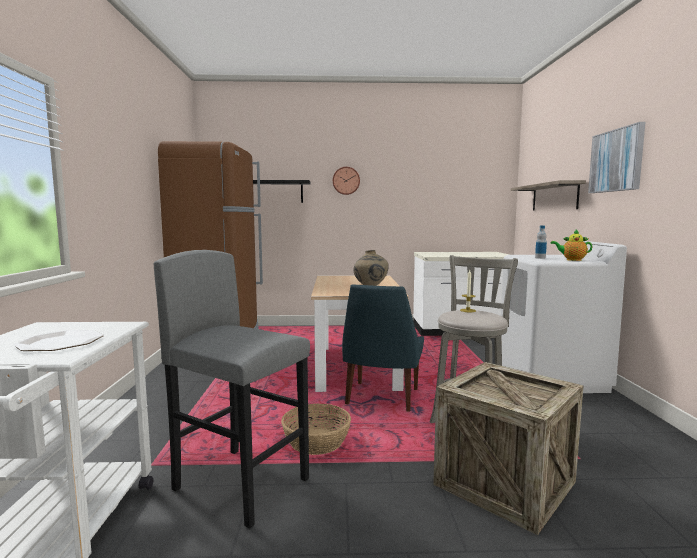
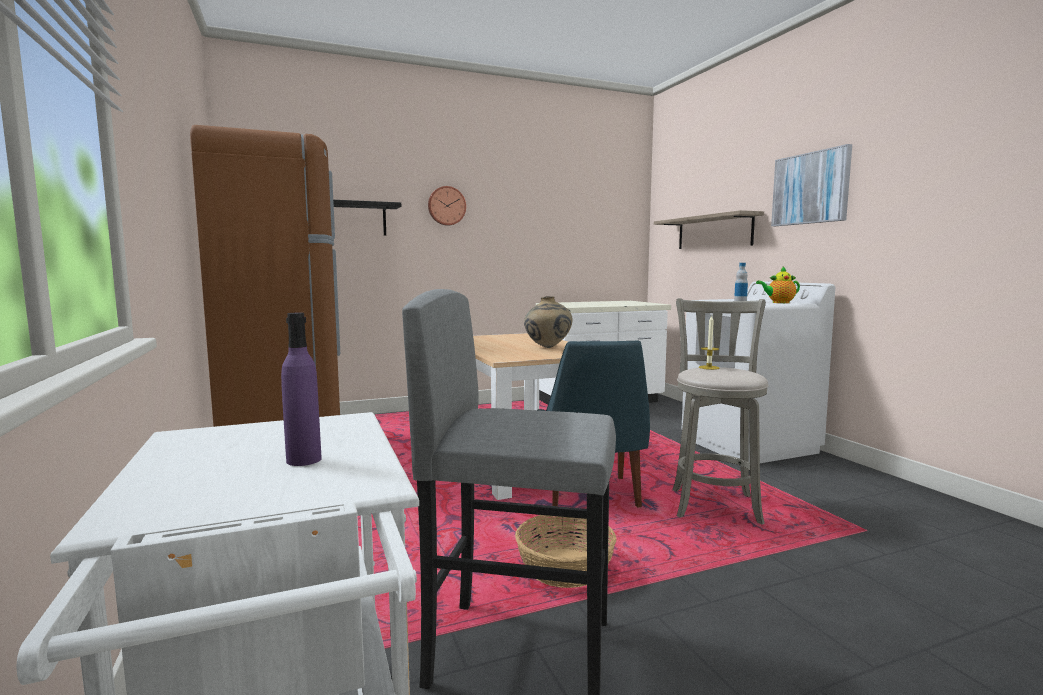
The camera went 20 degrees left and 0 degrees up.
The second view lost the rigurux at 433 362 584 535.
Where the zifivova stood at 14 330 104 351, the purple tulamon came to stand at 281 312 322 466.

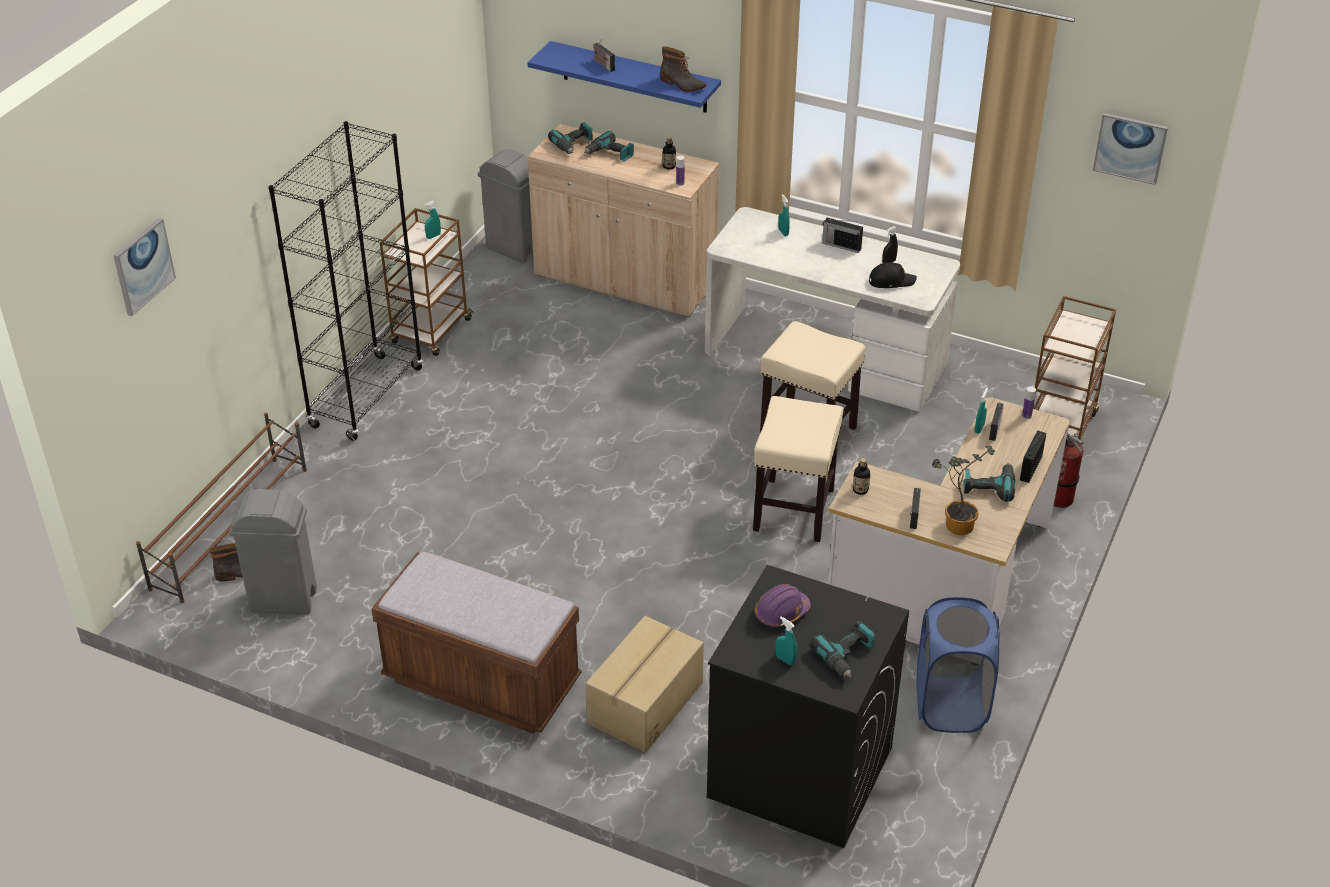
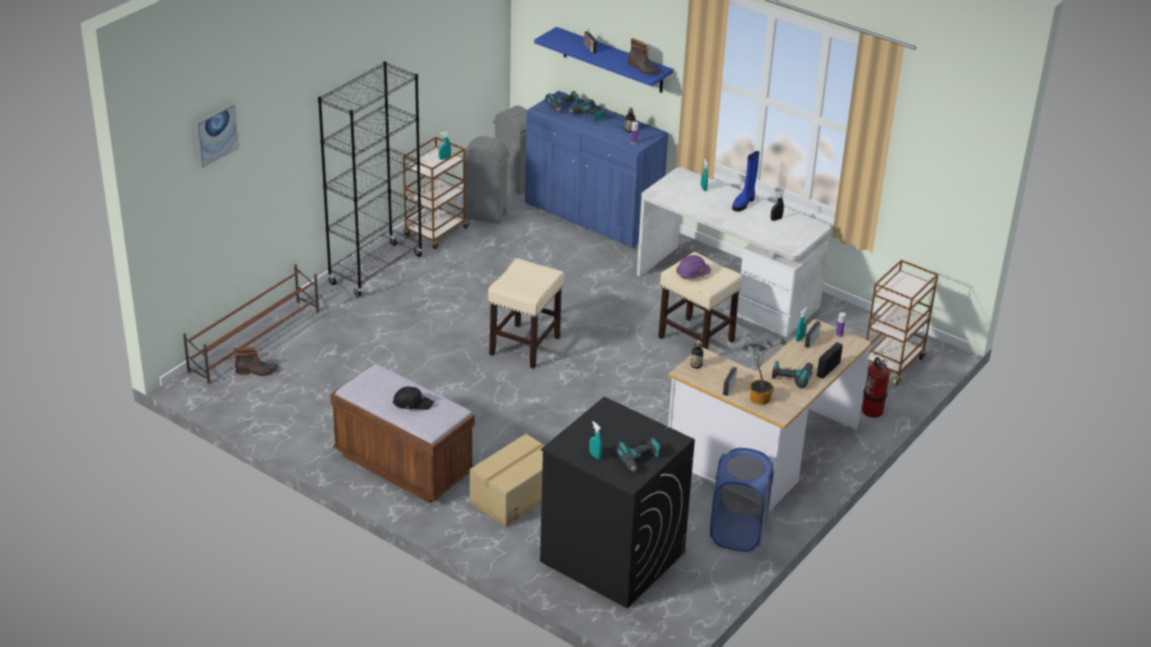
The camera went 10 degrees right and 5 degrees down.
The second view lost the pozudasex at 1093 113 1168 185.
The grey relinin ended up elsewhere, having gone from 229 489 317 614 to 462 136 510 224.
The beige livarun ended up elsewhere, having gone from 753 396 844 542 to 488 258 564 369.
The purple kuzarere ended up elsewhere, having gone from 755 584 811 627 to 676 255 711 278.
The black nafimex ended up elsewhere, having gone from 869 262 917 288 to 393 387 434 410.
Where the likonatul stood at 822 218 863 253, the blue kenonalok came to stand at 732 151 759 212.
What was the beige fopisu at 528 124 719 317 turned into the blue fopisu at 525 91 669 248.

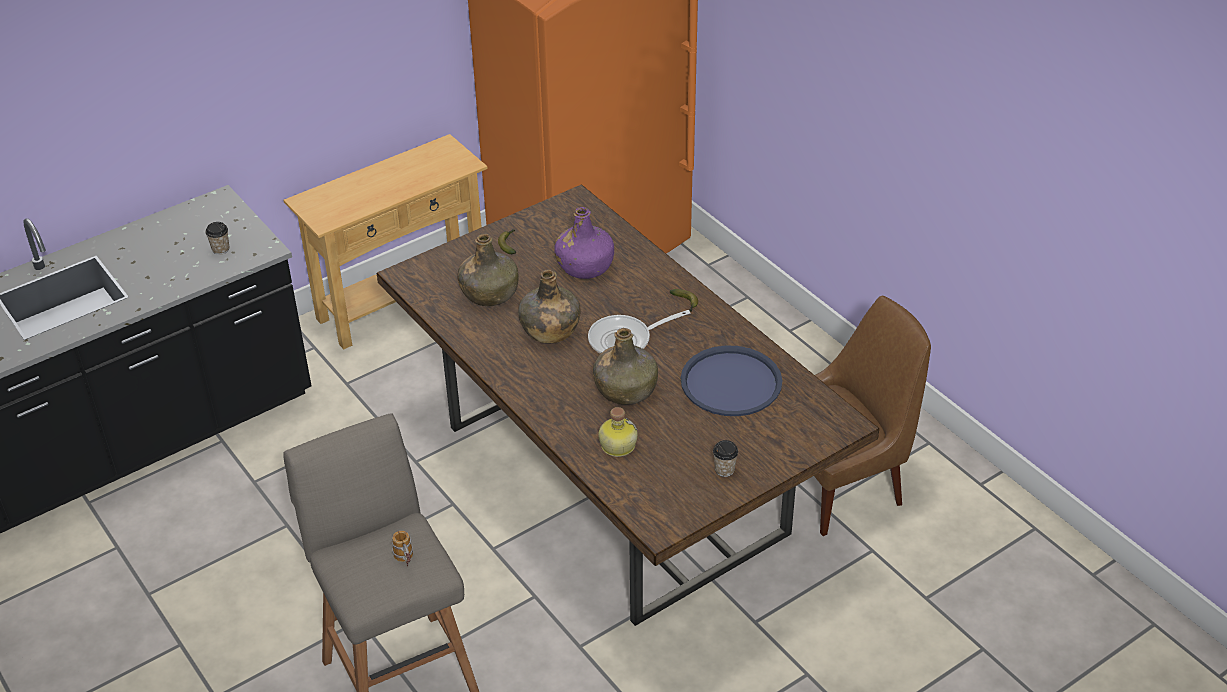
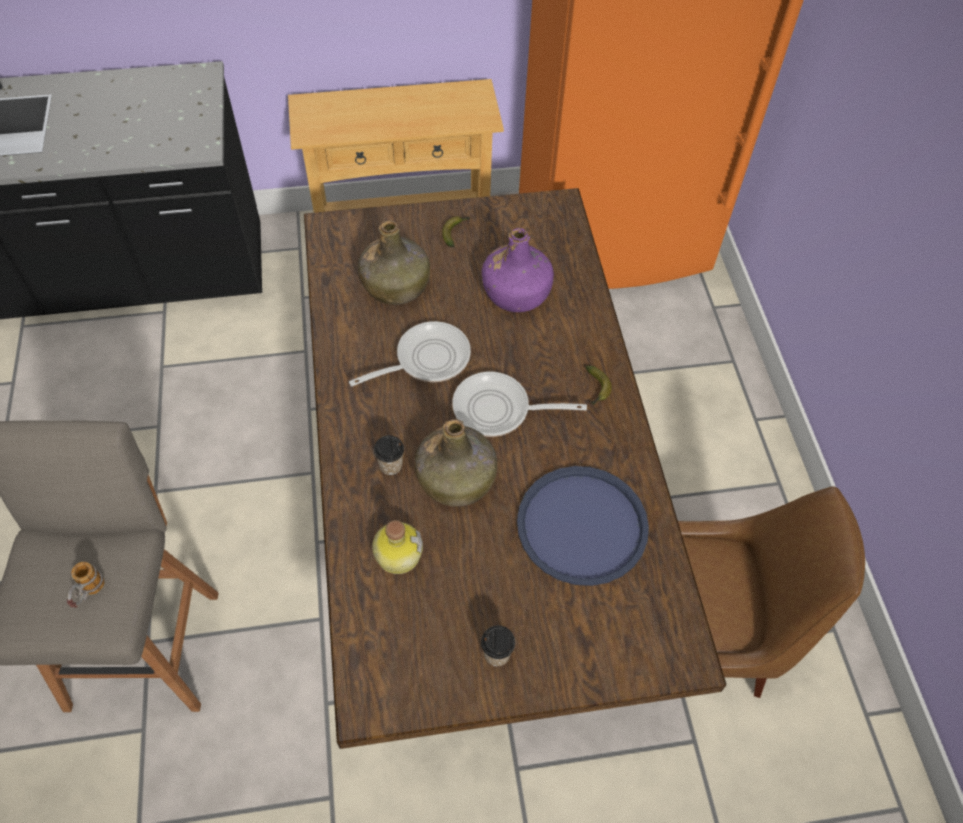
The camera went 25 degrees right and 15 degrees up.
The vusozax ended up elsewhere, having gone from 206 222 229 255 to 374 435 404 475.
Where the green tulamon stood at 518 269 581 344, the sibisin came to stand at 349 321 471 386.

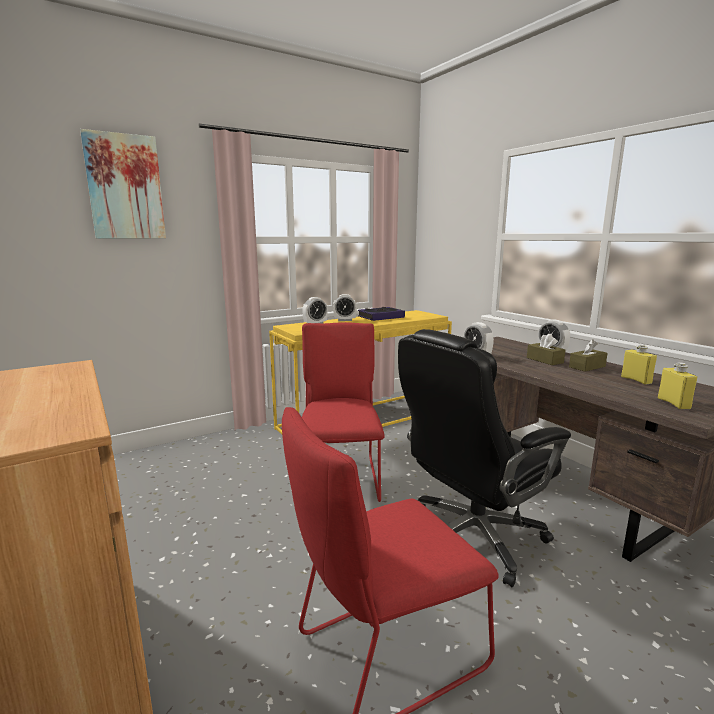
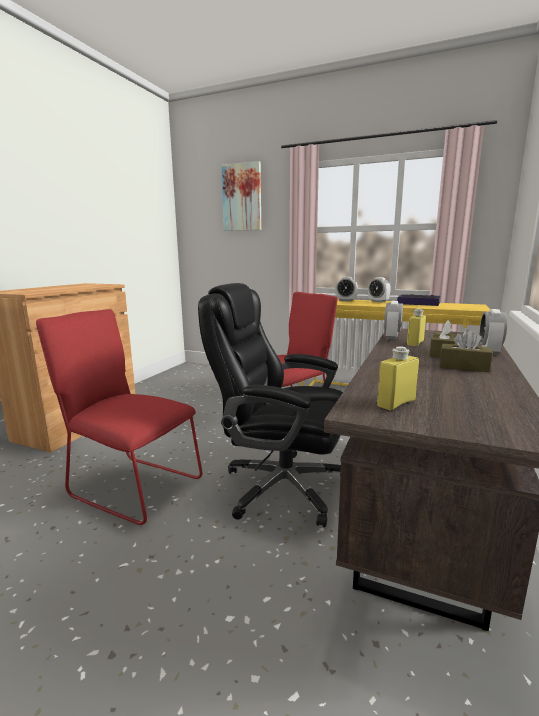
The camera went 55 degrees right and 0 degrees up.
The yellow tulamon ended up elsewhere, having gone from 621 345 657 385 to 407 308 426 346.

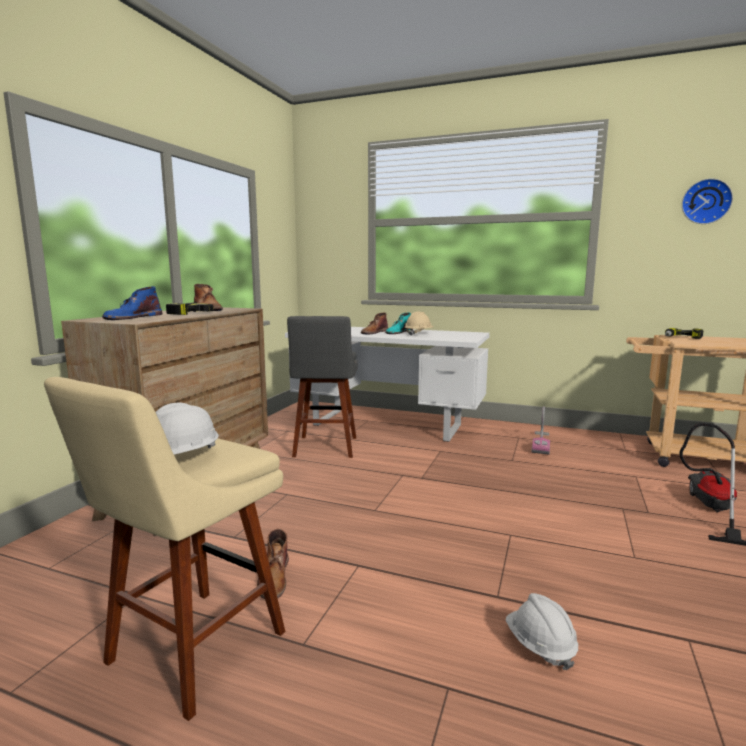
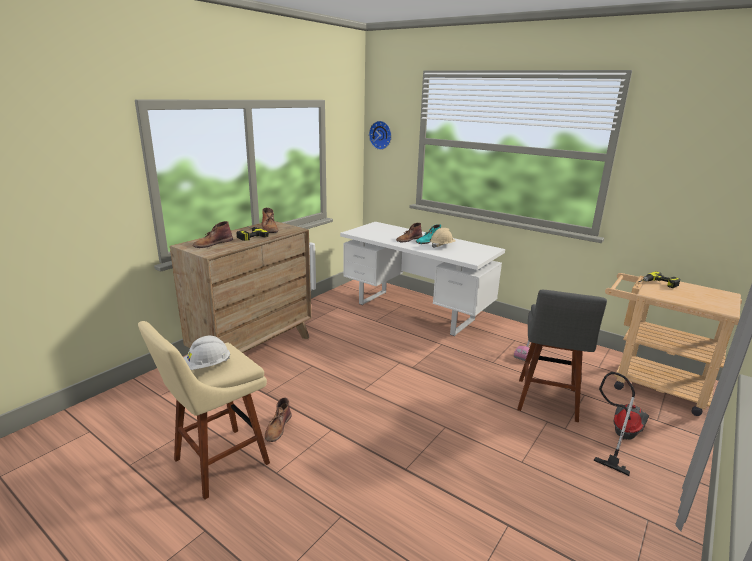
The camera went 15 degrees right and 10 degrees up.
The second view lost the white kuzarere at 506 593 578 670.
The grey livarun ended up elsewhere, having gone from 287 316 358 458 to 517 290 607 422.
The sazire ended up elsewhere, having gone from 682 178 733 224 to 369 121 392 150.
What was the blue kenonalok at 102 286 162 320 turned into the brown kenonalok at 193 221 233 248.

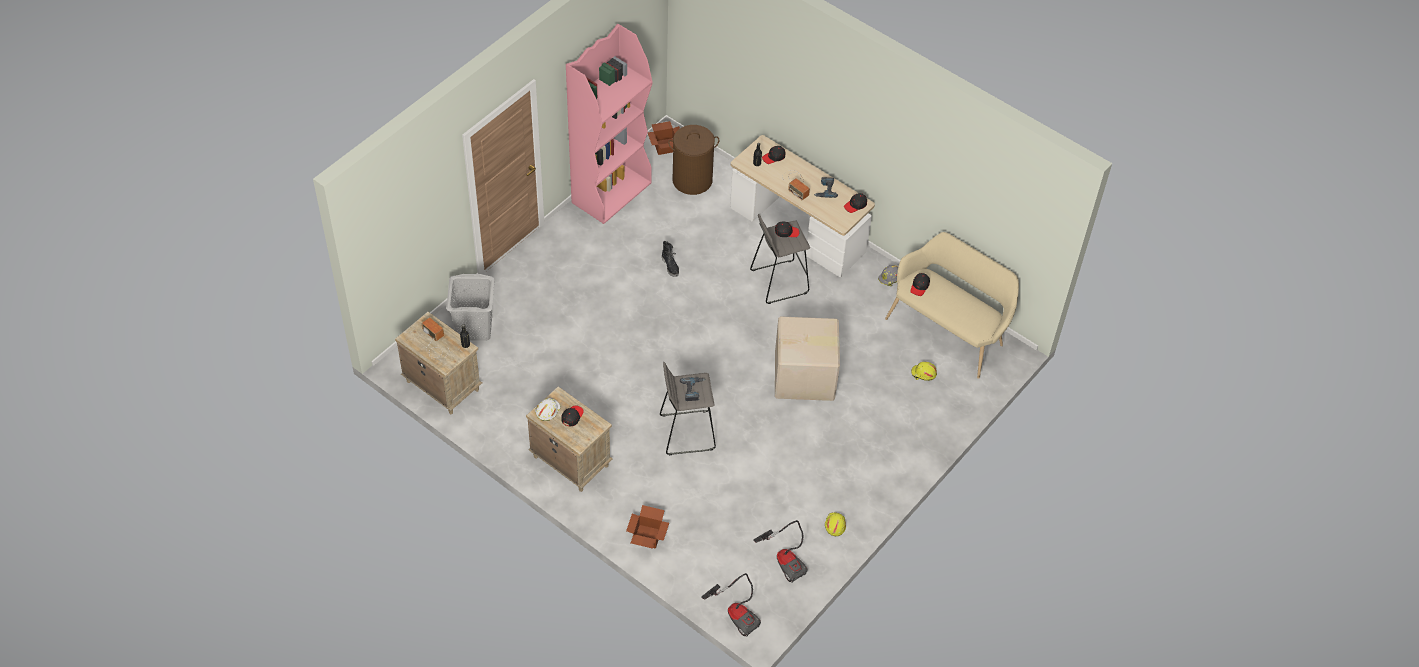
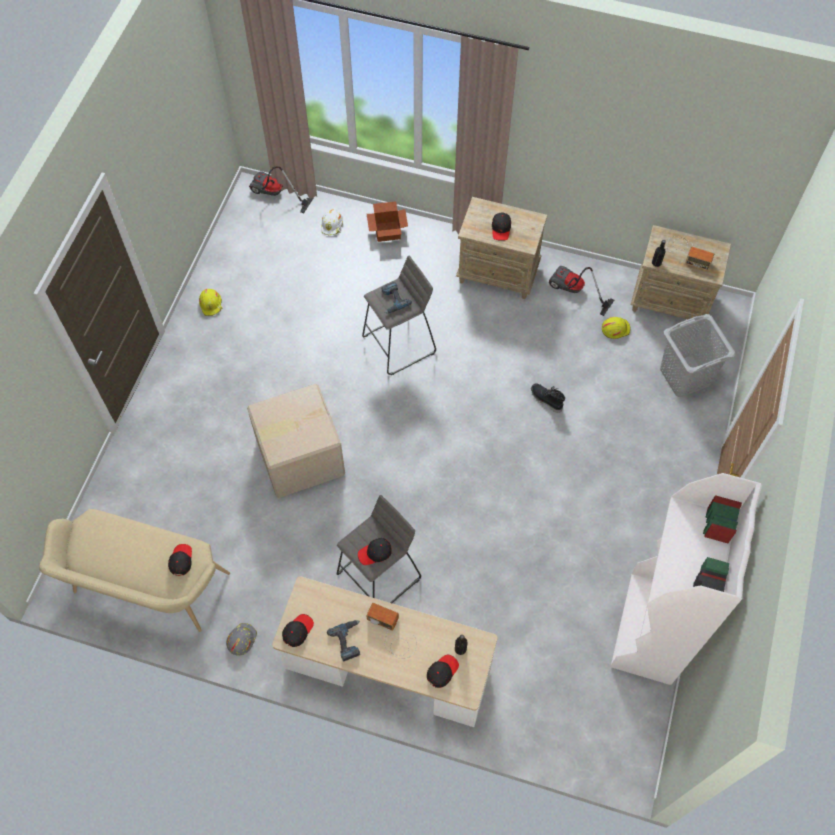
The camera went 160 degrees right and 10 degrees up.
The second view lost the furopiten at 648 121 680 155.
The second view lost the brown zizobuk at 668 125 719 195.
The white kuzarere ended up elsewhere, having gone from 535 398 561 421 to 321 209 343 235.
The black kenonalok ended up elsewhere, having gone from 662 241 679 277 to 531 383 565 413.
The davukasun ended up elsewhere, having gone from 754 520 808 583 to 549 266 614 316.
The yellow kuzarere ended up elsewhere, having gone from 911 362 937 381 to 602 317 630 339.
What was the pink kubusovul at 566 24 652 224 turned into the white kubusovul at 610 473 762 685.

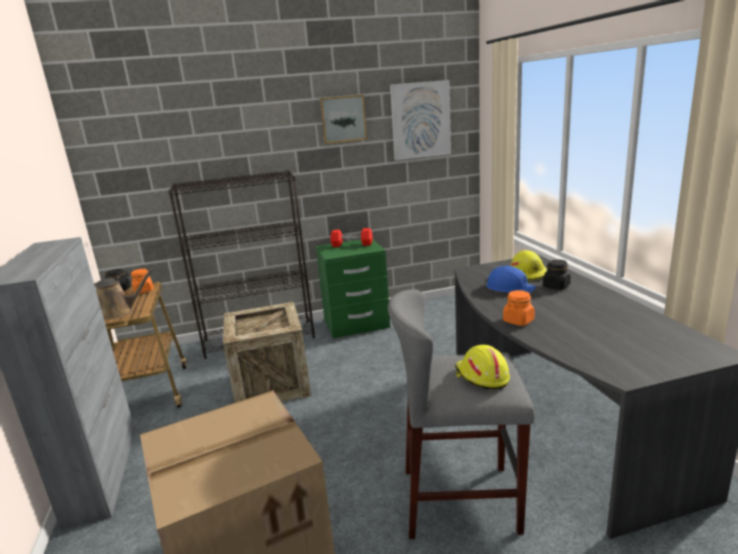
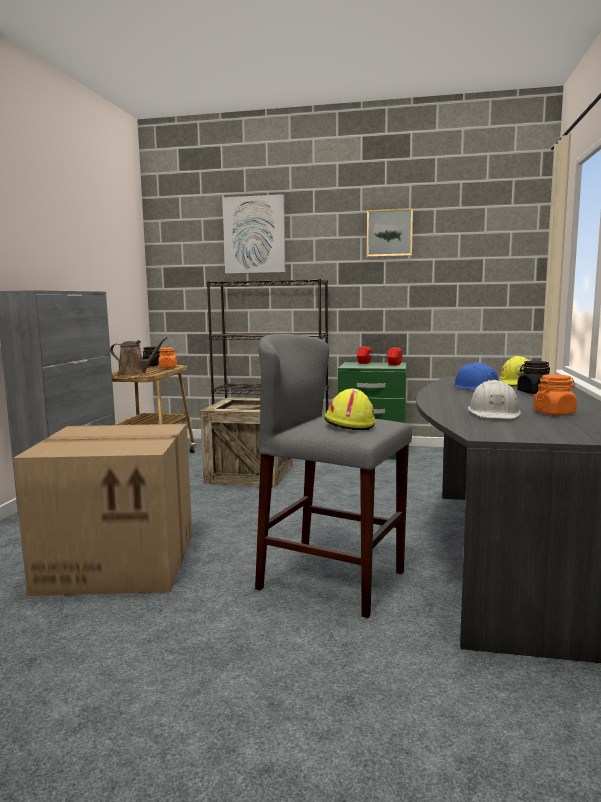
The camera went 25 degrees right and 10 degrees down.
The second view gained the white kuzarere at 468 380 521 419.
The pozudasex ended up elsewhere, having gone from 390 80 451 160 to 222 194 285 274.
The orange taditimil ended up elsewhere, having gone from 503 290 535 326 to 533 374 577 415.

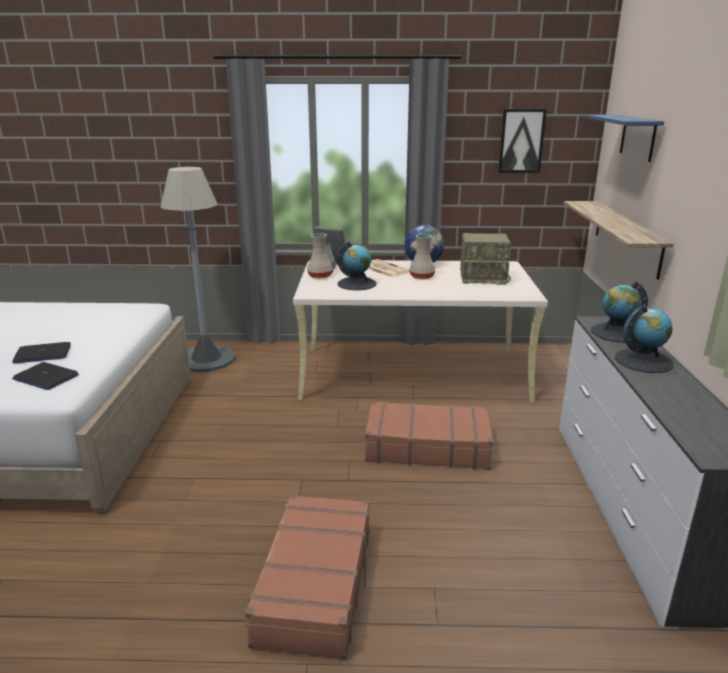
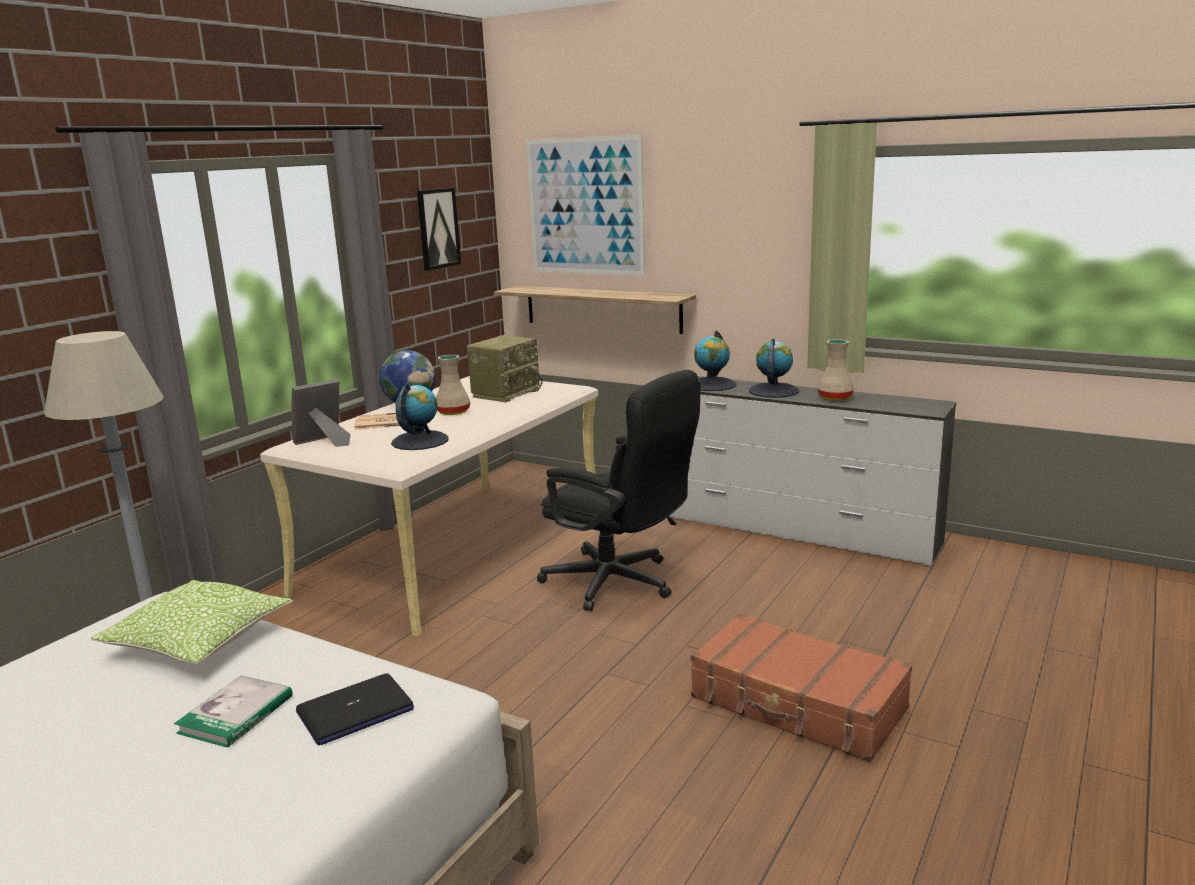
The camera went 60 degrees left and 5 degrees down.
The second view gained the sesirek at 91 580 293 664.
The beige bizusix ended up elsewhere, having gone from 307 233 333 278 to 818 339 854 400.
Where the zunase stood at 13 342 71 364, the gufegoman came to stand at 174 676 293 748.
Where the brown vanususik stood at 365 401 493 470, the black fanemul came to stand at 537 370 700 611.
Where the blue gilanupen hung at 588 115 664 162, the pozudasex came to hang at 526 135 646 276.

